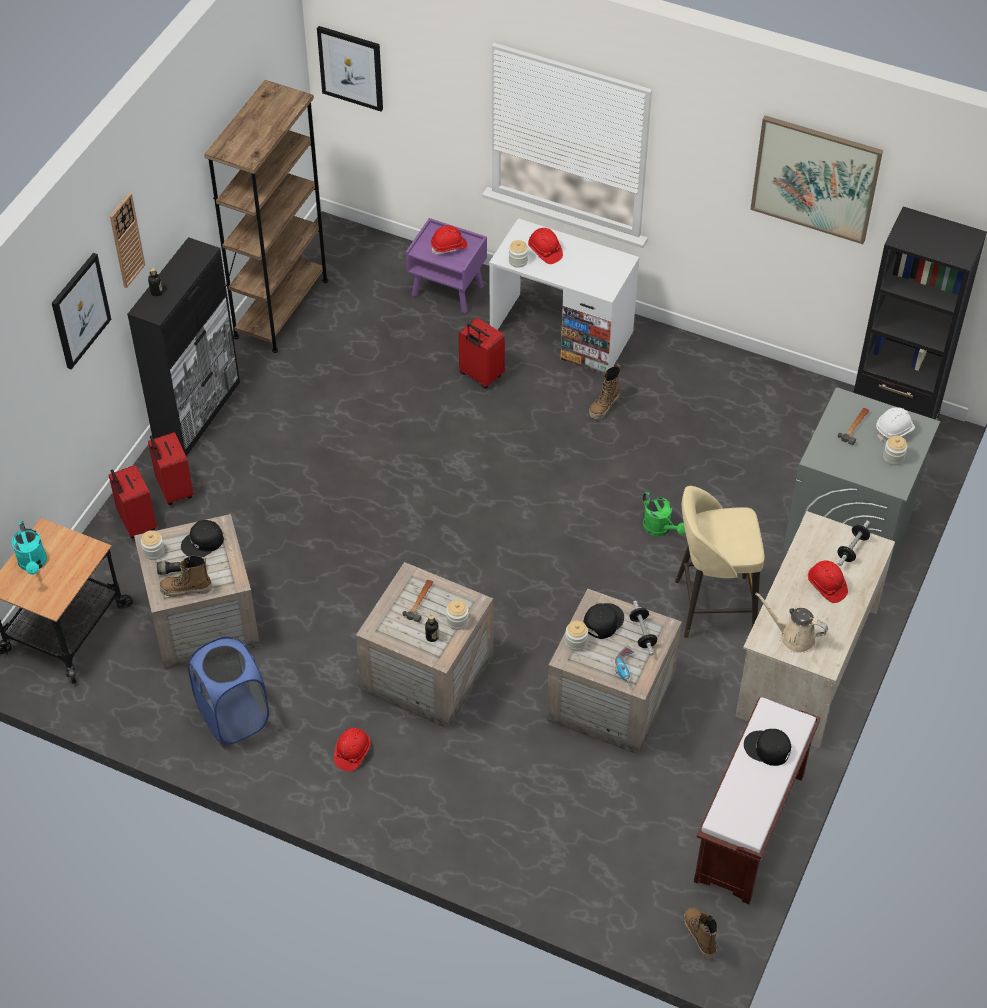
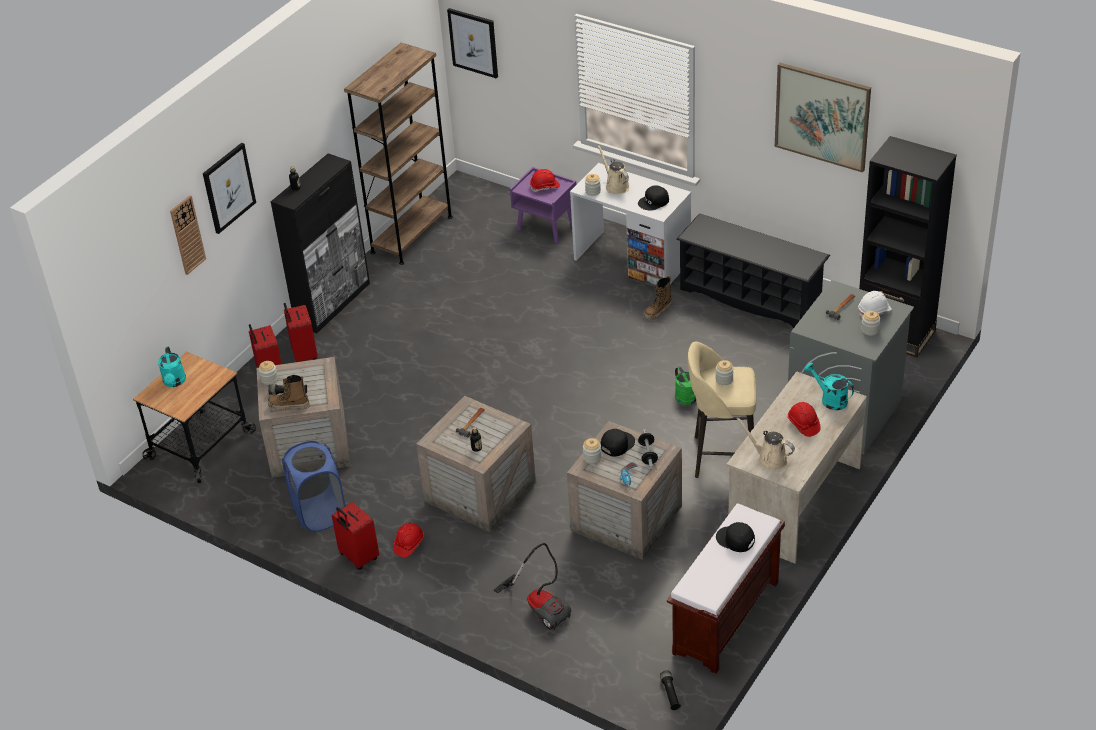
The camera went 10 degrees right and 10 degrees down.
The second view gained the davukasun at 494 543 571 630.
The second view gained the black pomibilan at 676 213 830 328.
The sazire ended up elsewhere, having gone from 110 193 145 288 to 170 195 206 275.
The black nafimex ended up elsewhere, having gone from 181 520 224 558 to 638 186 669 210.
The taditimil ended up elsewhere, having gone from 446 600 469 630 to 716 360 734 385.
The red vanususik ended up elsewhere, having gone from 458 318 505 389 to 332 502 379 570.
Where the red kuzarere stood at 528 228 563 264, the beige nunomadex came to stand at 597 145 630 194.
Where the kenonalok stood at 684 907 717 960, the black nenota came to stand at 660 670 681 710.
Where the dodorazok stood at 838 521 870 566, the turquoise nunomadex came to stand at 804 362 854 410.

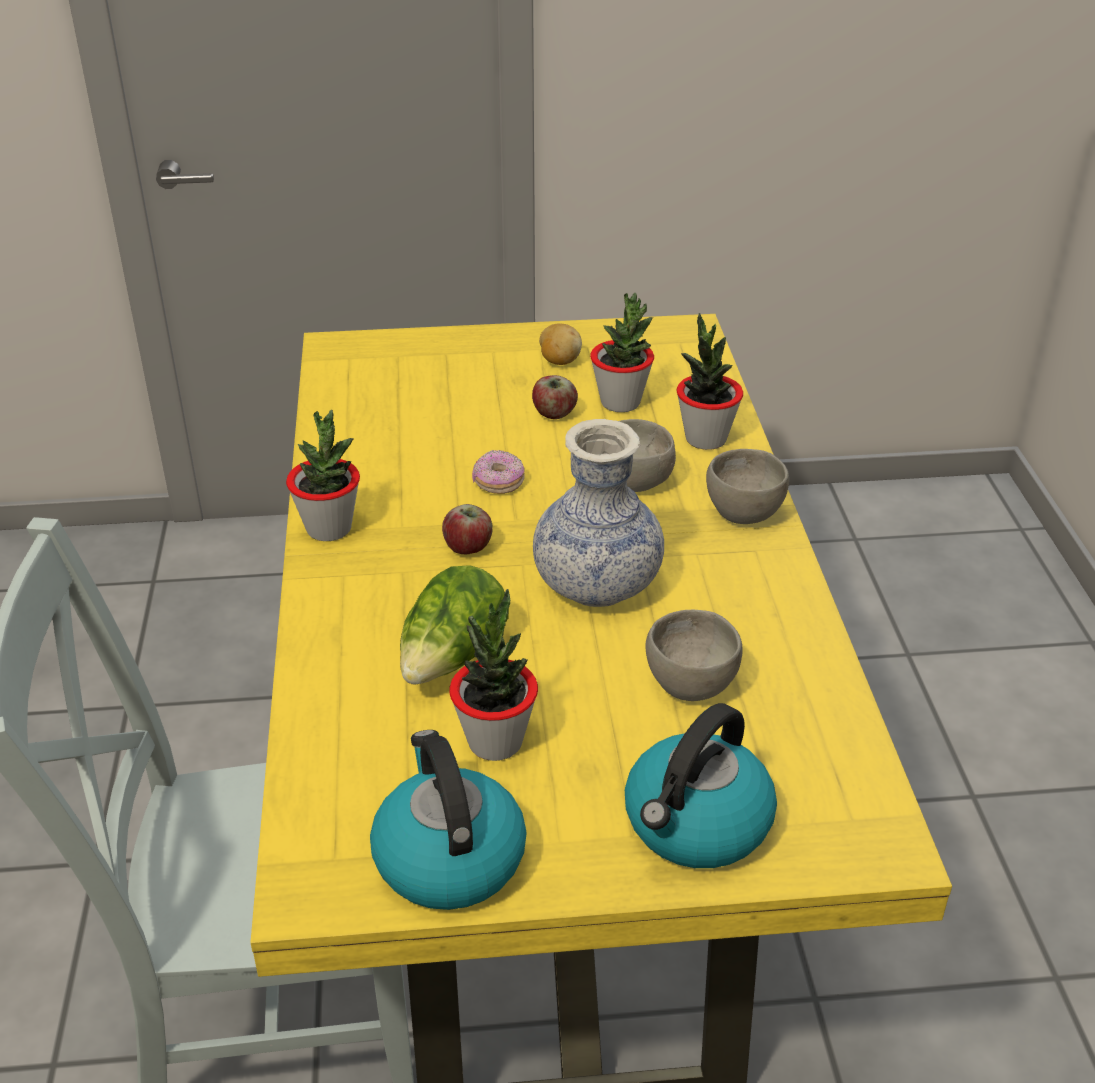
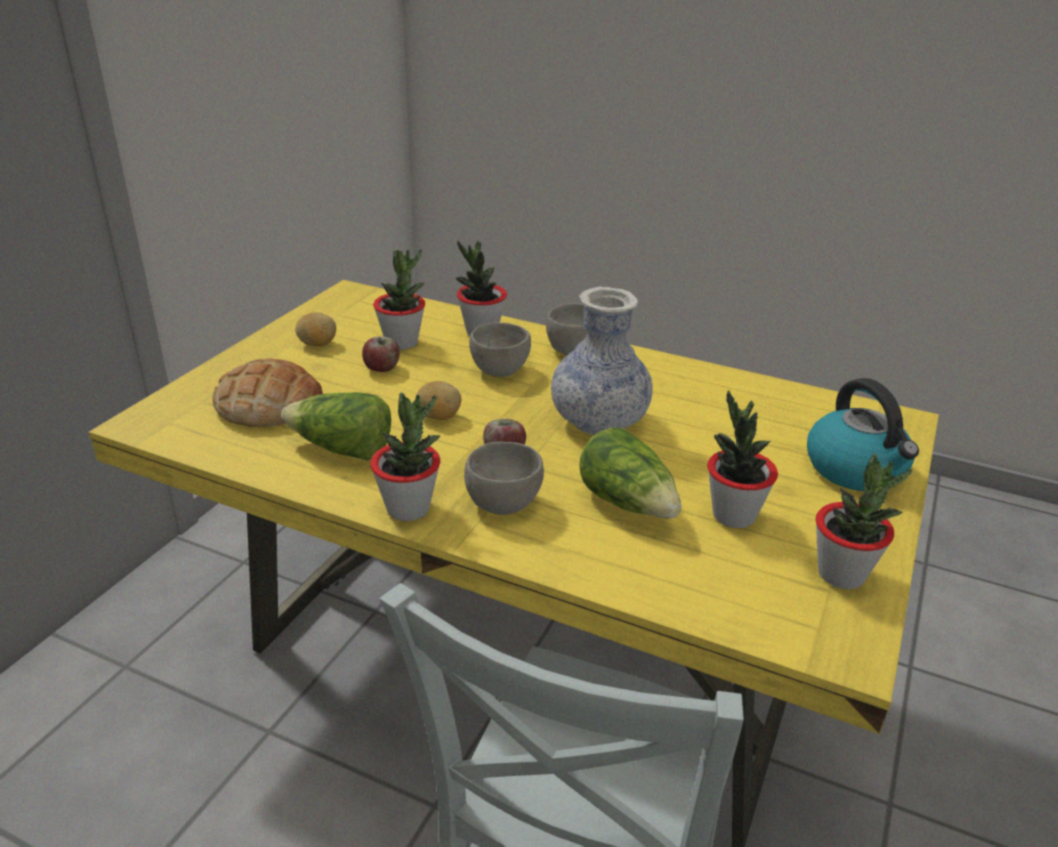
The camera went 60 degrees left and 5 degrees down.
The second view gained the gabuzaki at 212 358 323 427.
The second view gained the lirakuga at 281 392 391 461.
The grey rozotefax ended up elsewhere, having gone from 645 610 743 701 to 464 442 544 515.
Where the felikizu stood at 370 730 527 910, the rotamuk came to stand at 816 453 912 589.
Where the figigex stood at 472 450 525 494, the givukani came to stand at 415 381 461 420.

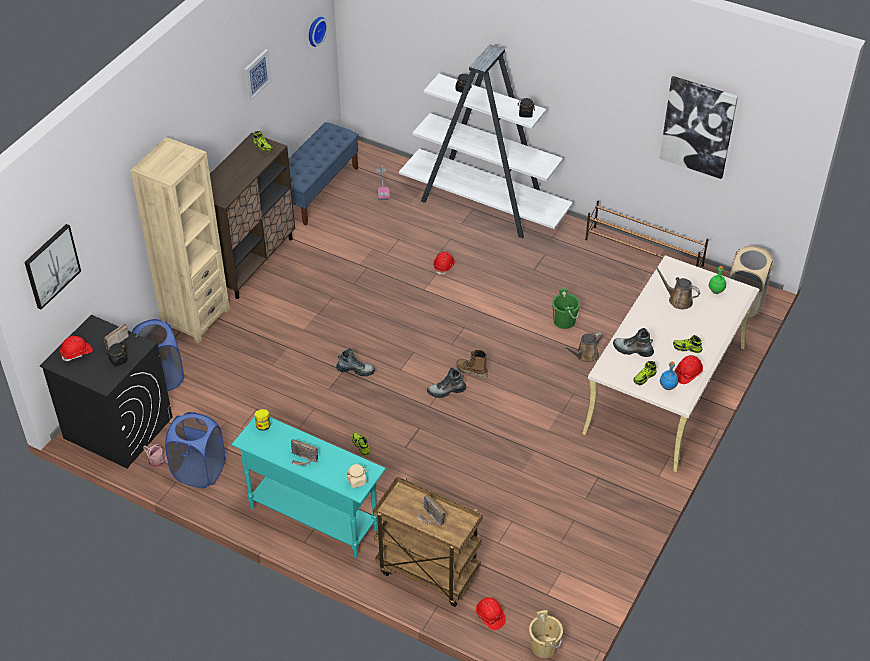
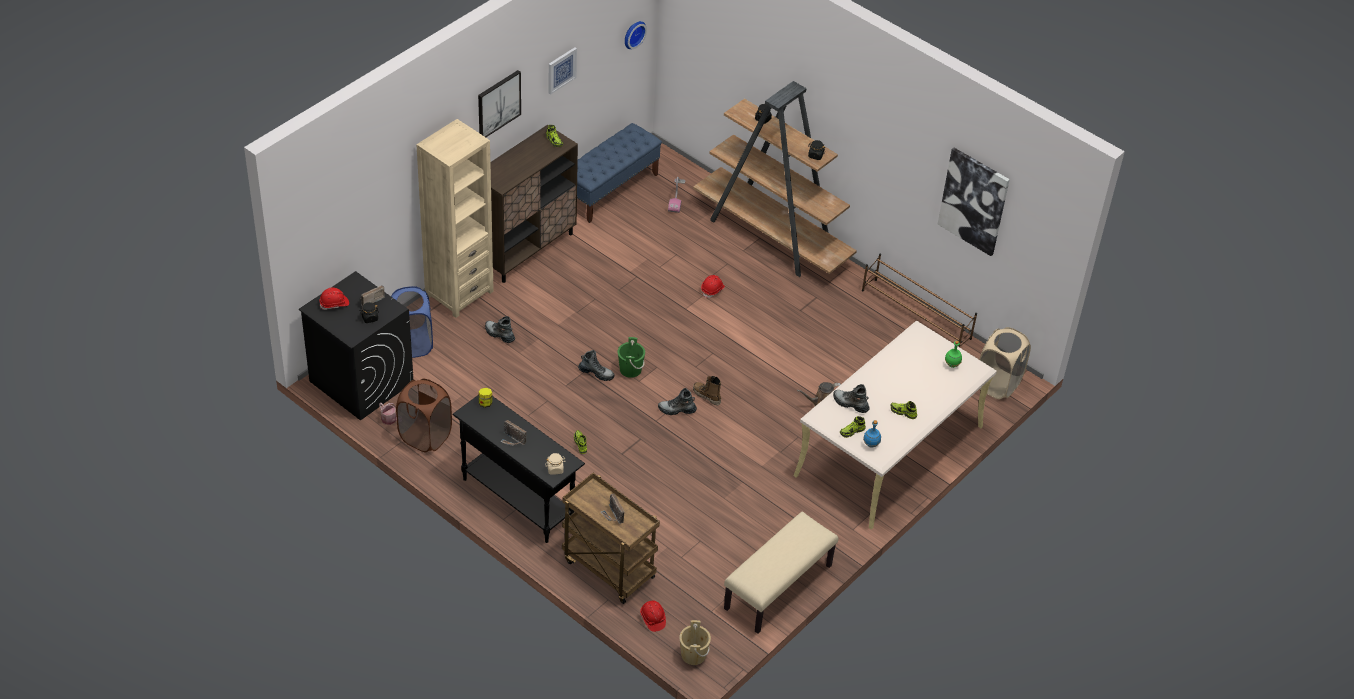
The camera went 10 degrees right and 0 degrees up.
The second view lost the brown nunomadex at 654 266 700 309.
The second view lost the red kuzarere at 674 355 703 384.
The second view gained the kenonalok at 485 316 515 343.
The second view gained the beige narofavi at 724 512 838 634.
The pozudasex ended up elsewhere, having gone from 24 224 81 310 to 478 70 521 137.
The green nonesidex ended up elsewhere, having gone from 552 288 580 329 to 618 337 645 378.
What was the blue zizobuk at 165 412 225 488 turned into the brown zizobuk at 396 379 452 452.
What was the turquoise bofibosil at 231 416 386 558 turned into the black bofibosil at 452 395 585 543.
What was the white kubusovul at 399 44 573 238 turned into the brown kubusovul at 693 81 857 277.

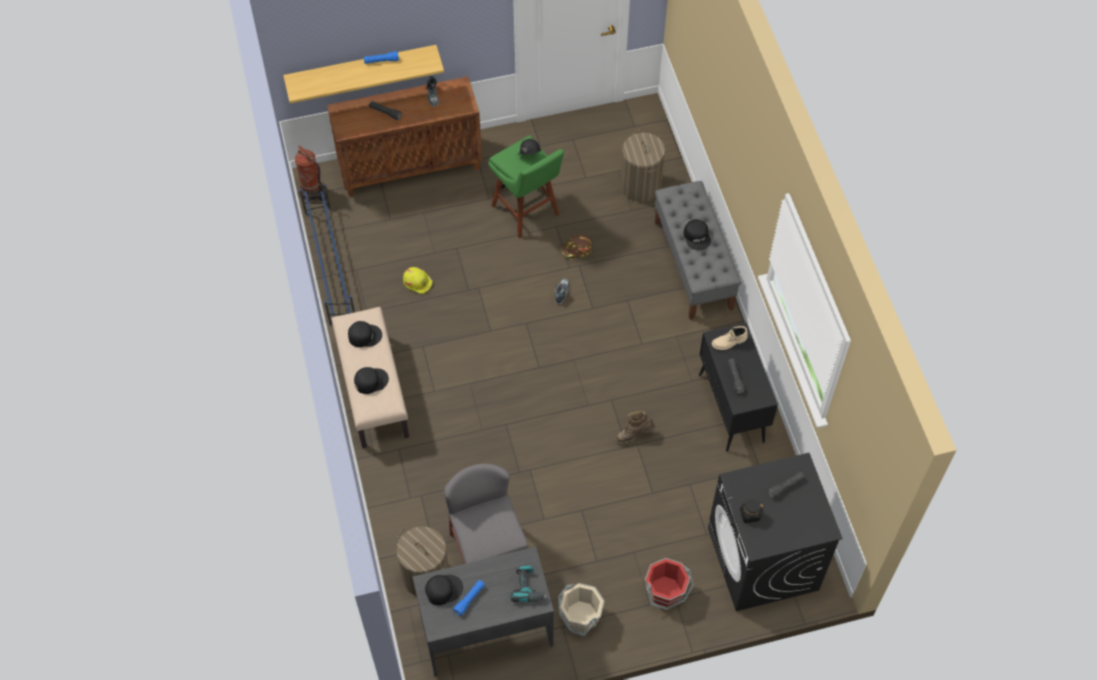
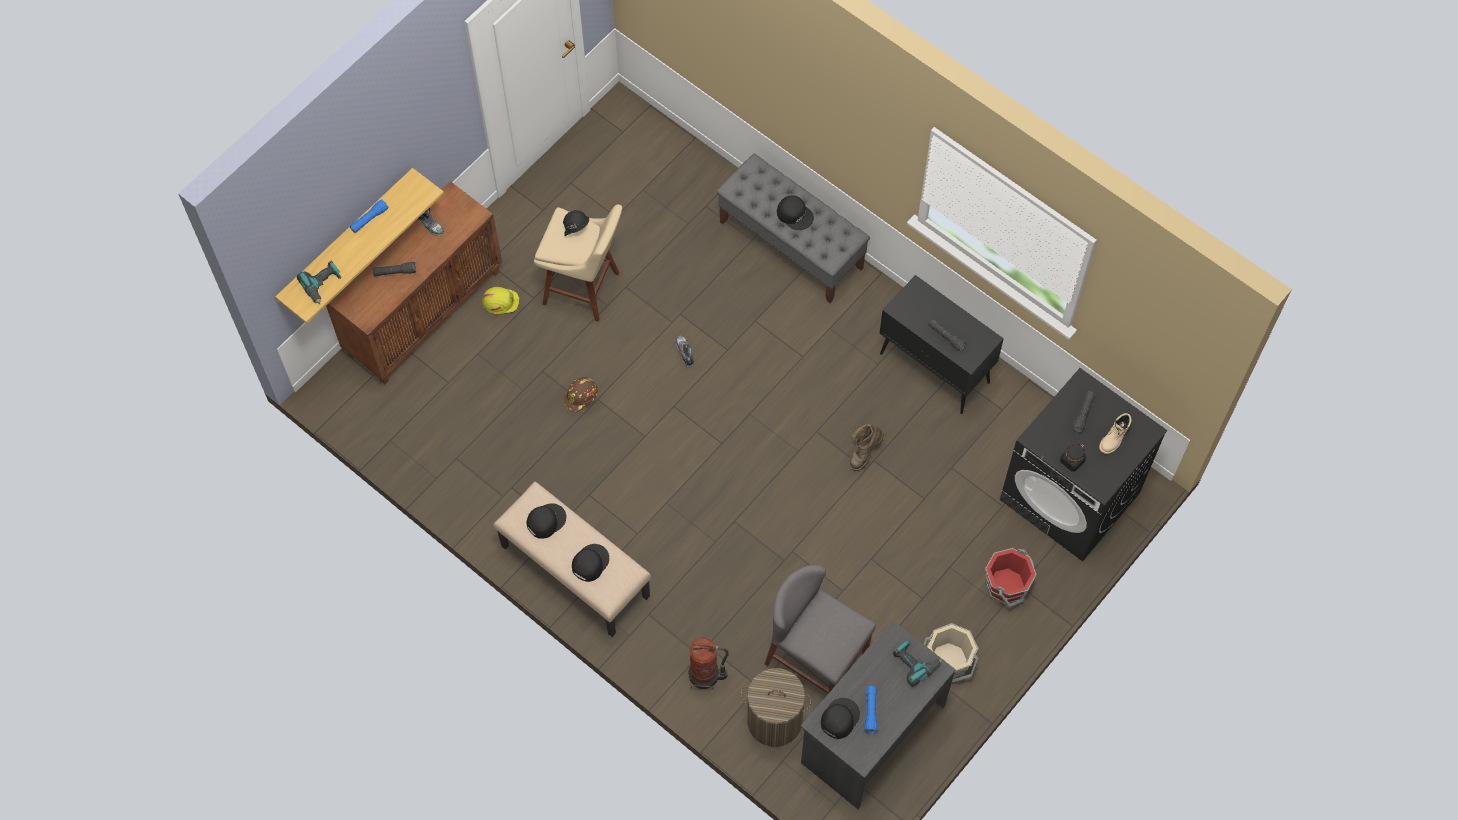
The camera went 35 degrees left and 5 degrees up.
The second view lost the blue pomibilan at 299 184 355 326.
The second view lost the zizobuk at 620 130 665 202.
The second view gained the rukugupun at 297 261 342 304.
The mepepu ended up elsewhere, having gone from 295 146 326 202 to 688 637 729 690.
The yellow kuzarere ended up elsewhere, having gone from 403 267 433 294 to 482 287 520 315.
The brown kuzarere ended up elsewhere, having gone from 562 235 592 260 to 563 377 598 412.
The beige kenonalok ended up elsewhere, having gone from 712 326 748 350 to 1099 413 1131 454.
What was the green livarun at 488 135 564 238 turned into the beige livarun at 534 205 622 322.

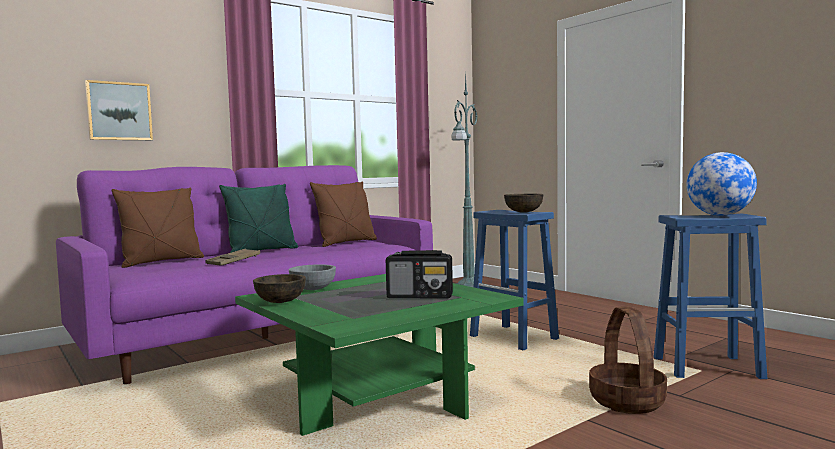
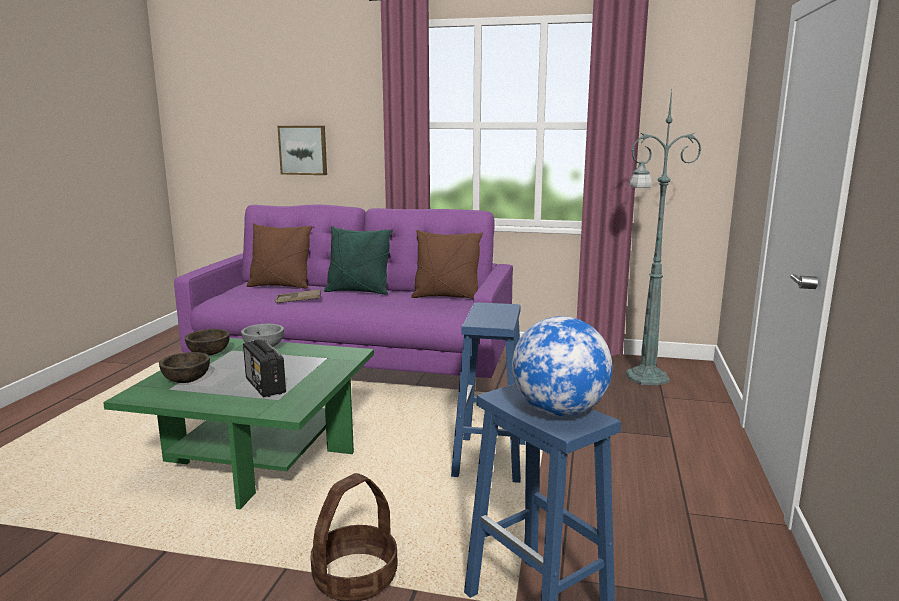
The camera went 50 degrees right and 10 degrees up.
The brown rozotefax ended up elsewhere, having gone from 504 194 543 213 to 159 352 210 383.

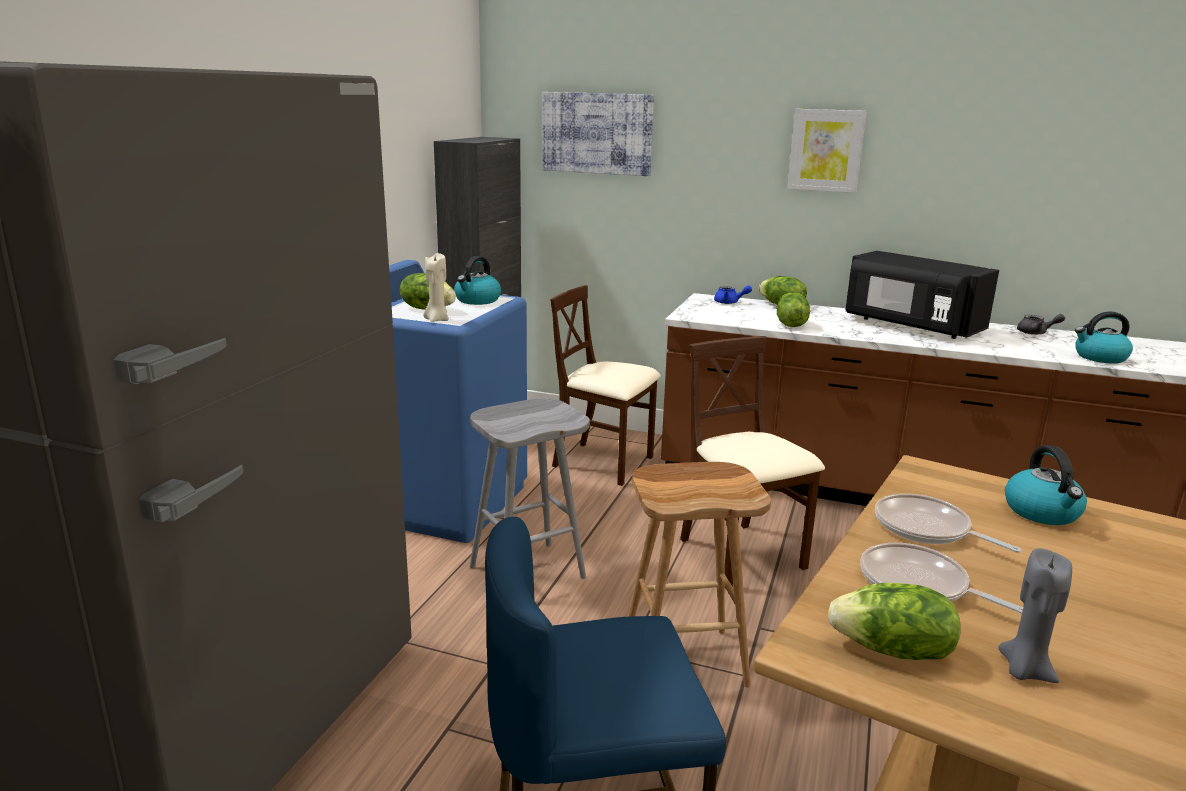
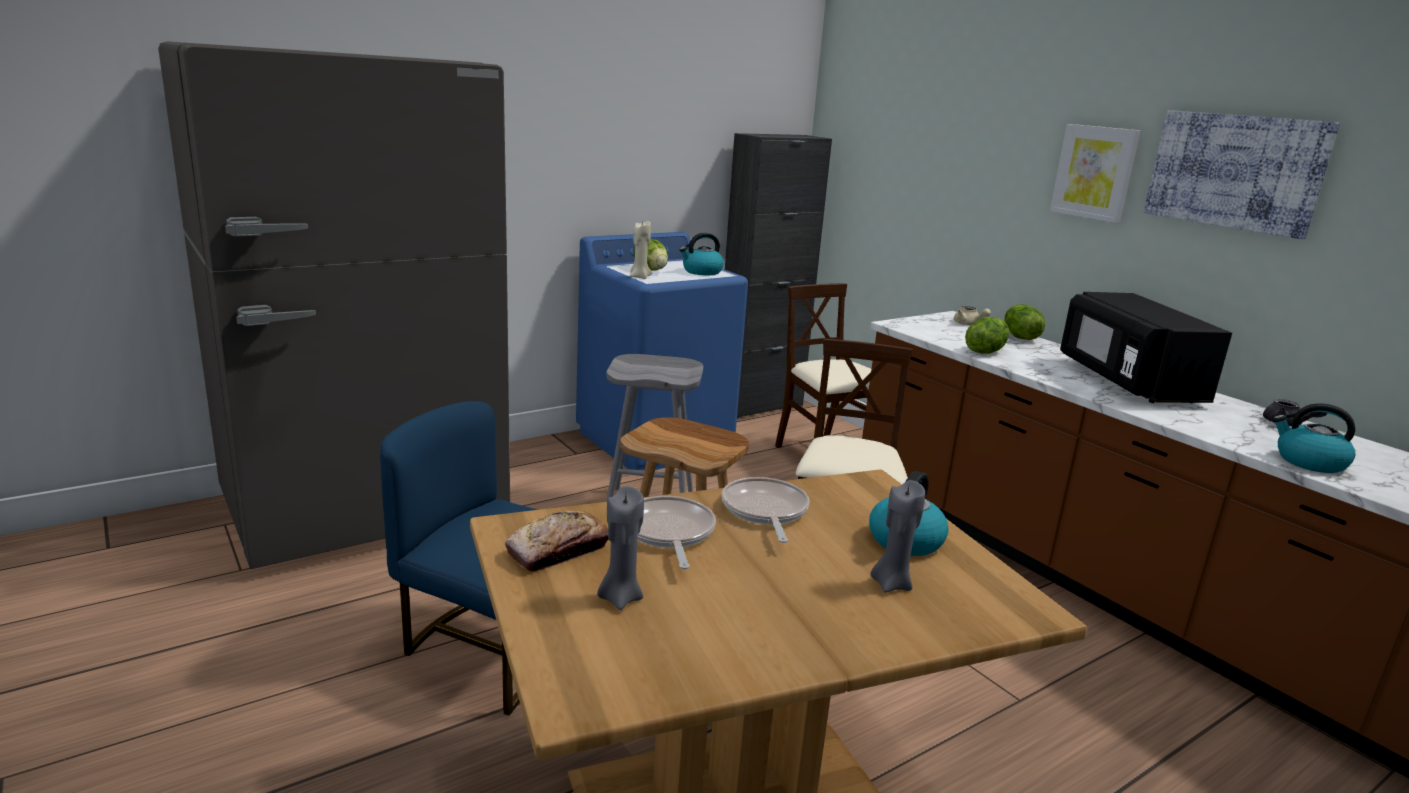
The camera went 35 degrees right and 0 degrees up.
The second view gained the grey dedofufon at 870 480 925 593.
The pozudasex ended up elsewhere, having gone from 542 92 654 176 to 1144 110 1340 239.
Where the lirakuga stood at 828 583 961 660, the gabuzaki came to stand at 505 510 608 572.
What was the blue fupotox at 714 285 752 304 turned into the beige fupotox at 954 306 991 325.

